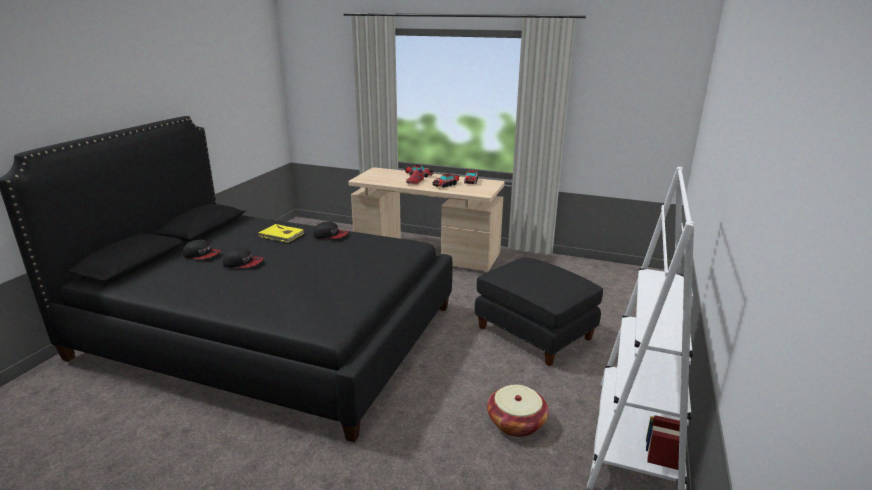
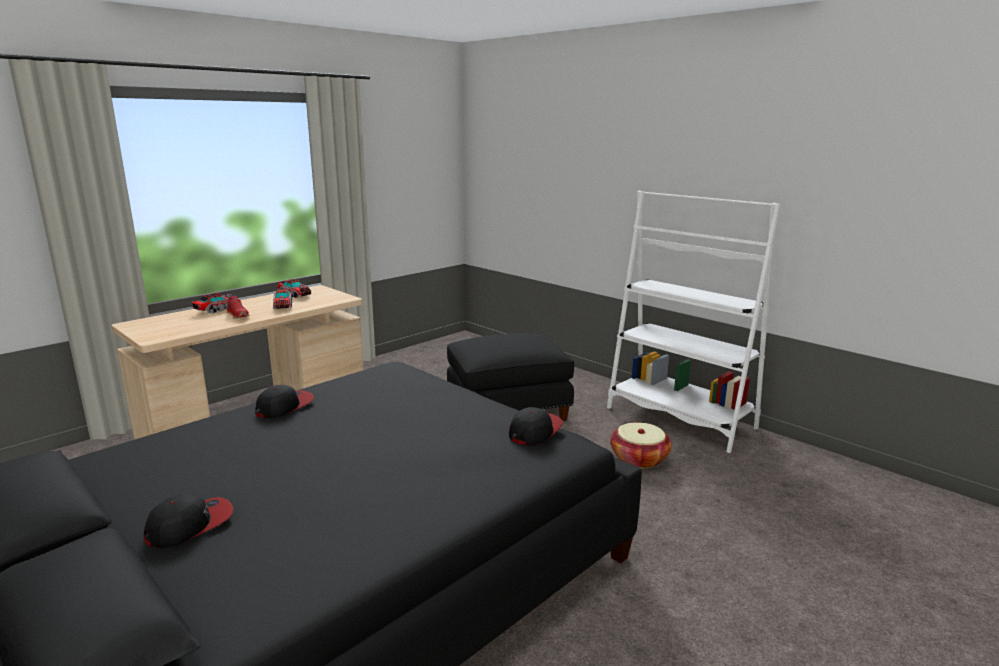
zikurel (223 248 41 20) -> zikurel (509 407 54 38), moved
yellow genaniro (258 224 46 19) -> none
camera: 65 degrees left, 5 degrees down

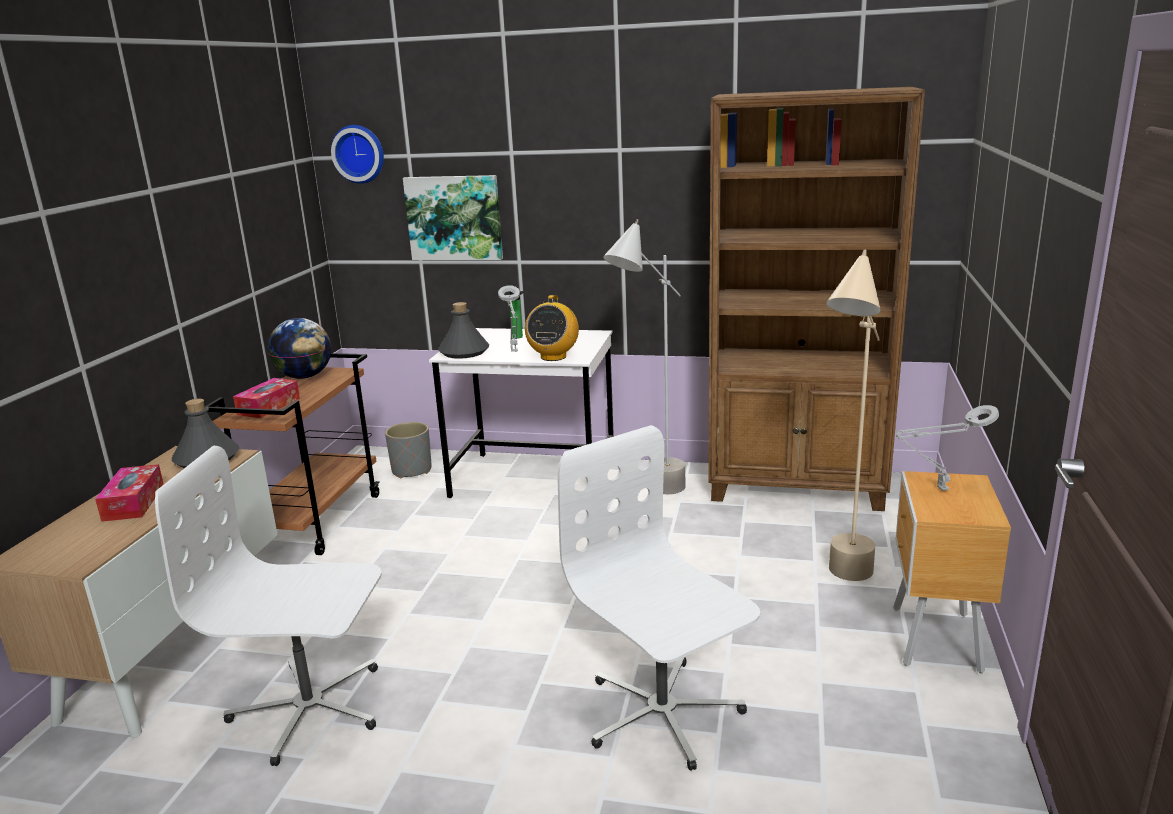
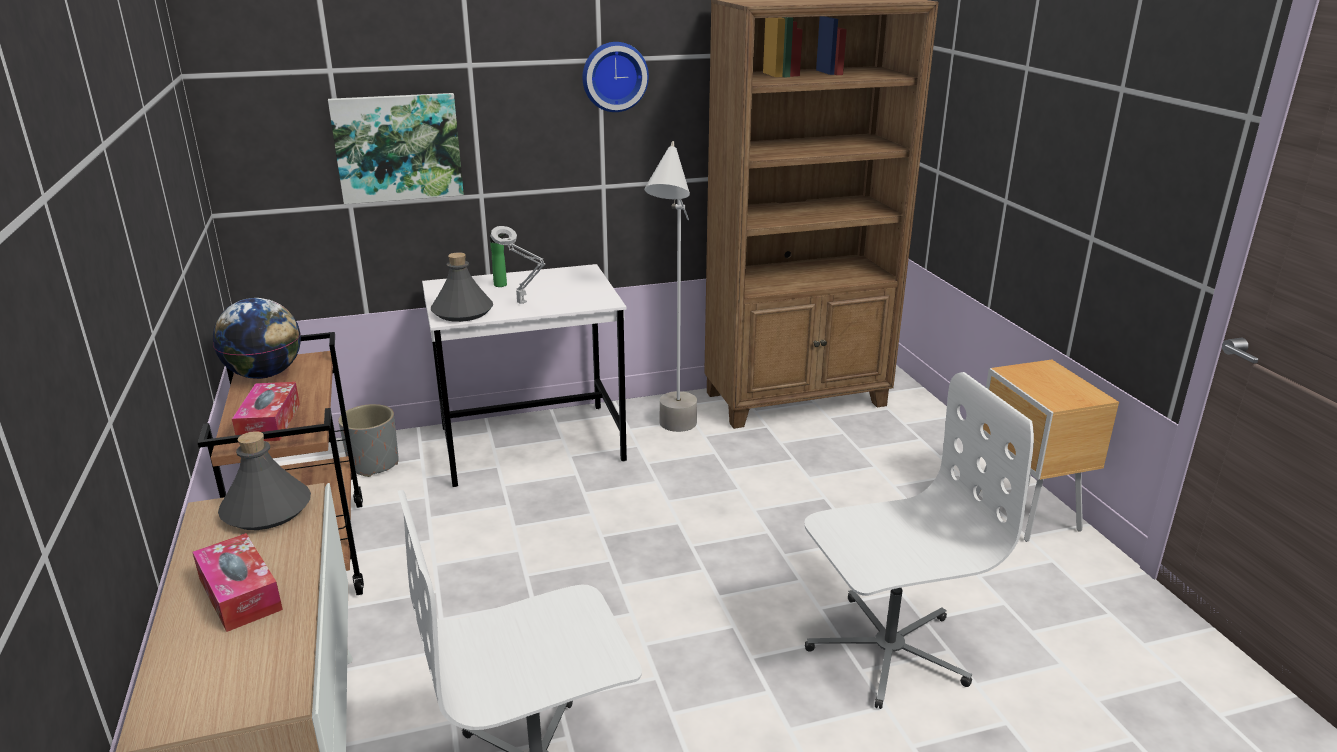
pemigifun (331 125 53 59) -> pemigifun (583 42 66 70), moved
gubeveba (525 295 54 66) -> none
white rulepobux (558 425 202 346) -> white rulepobux (804 372 230 337), 135 degrees clockwise
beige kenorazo (826 250 55 331) -> none
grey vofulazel (896 405 103 86) -> none
camera: 30 degrees left, 5 degrees up

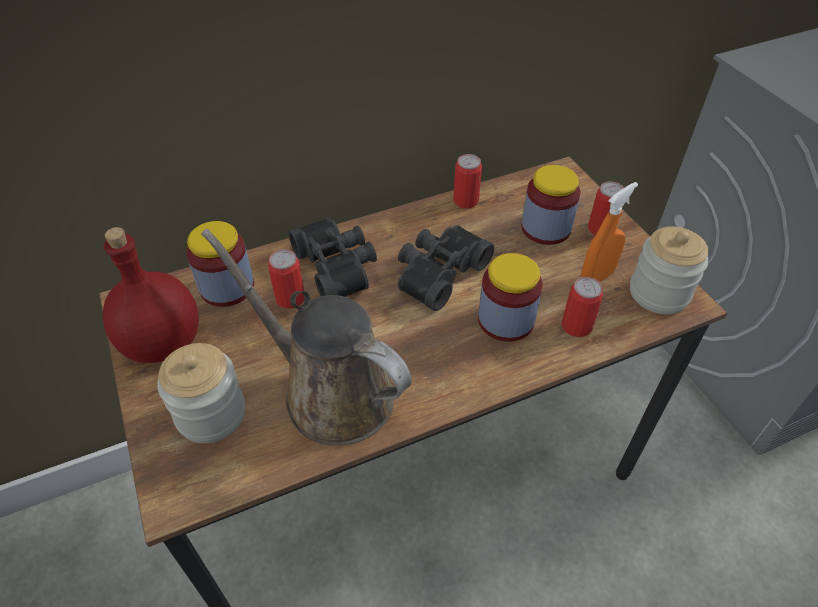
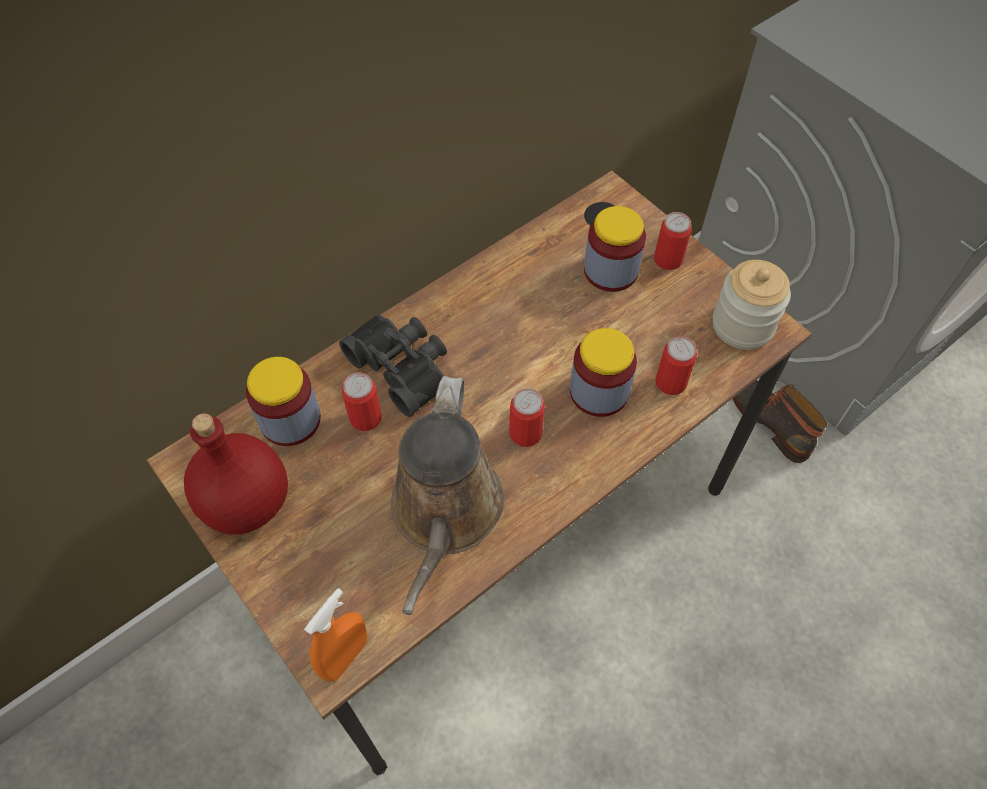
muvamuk (157 343 88 100) -> none
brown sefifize (201 229 211 217) -> brown sefifize (391 376 113 239), 105 degrees counterclockwise
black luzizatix (398 225 96 86) -> none
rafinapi (453 154 29 54) -> rafinapi (509 388 36 59), moved
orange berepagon (581 182 57 100) -> orange berepagon (304 588 63 94), moved
none -> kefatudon (733 380 94 83)
camera: 15 degrees left, 10 degrees up

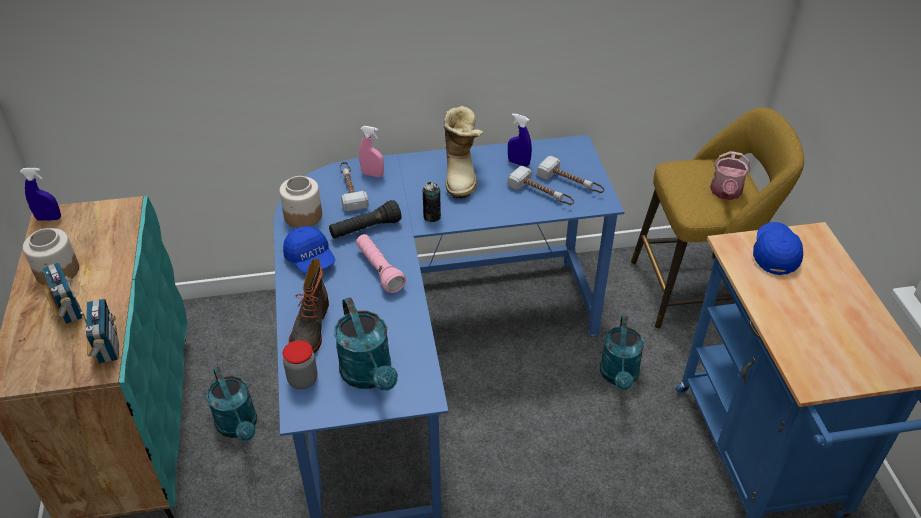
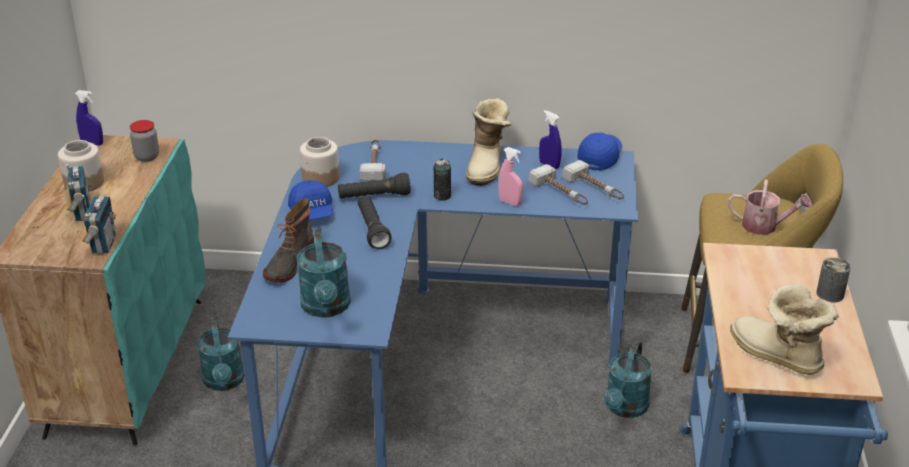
muvamuk (283 340 34 49) -> muvamuk (130 120 29 42), moved
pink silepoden (356 234 50 59) -> black silepoden (358 196 34 53)
pink berepagon (359 126 25 51) -> pink berepagon (498 147 25 59), moved
sefifize (710 151 40 49) -> sefifize (728 180 84 55), 105 degrees counterclockwise
blue zikurel (753 222 50 53) -> blue zikurel (577 133 45 38), moved
none -> kefatudon (730 284 109 91)
none -> rafinapi (816 258 35 45)
camera: 15 degrees right, 10 degrees down

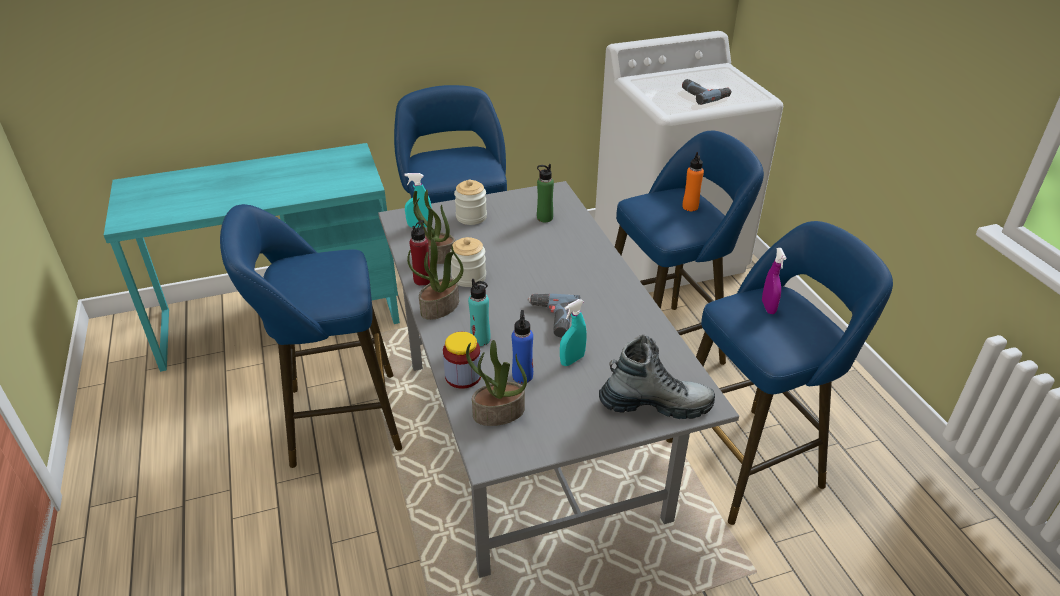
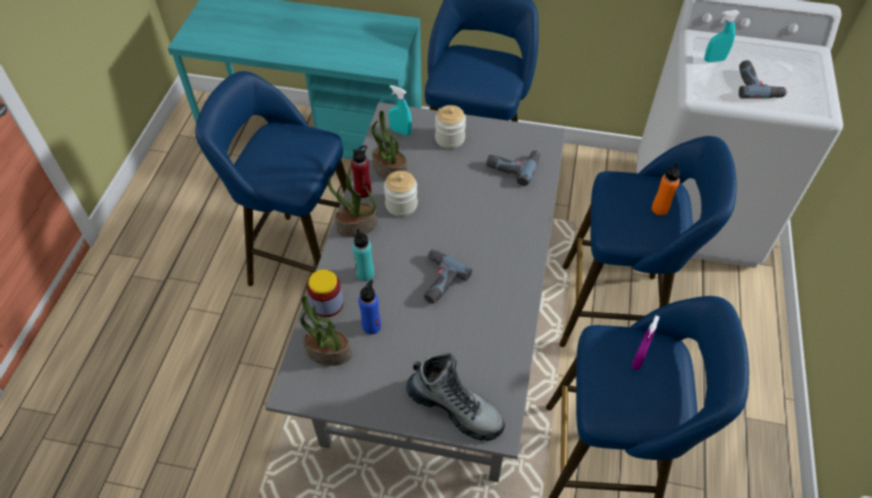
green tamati (537 164 17 58) -> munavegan (486 150 54 36)
turquoise berepagon (560 299 27 67) -> turquoise berepagon (704 10 36 52), moved
camera: 30 degrees right, 15 degrees up

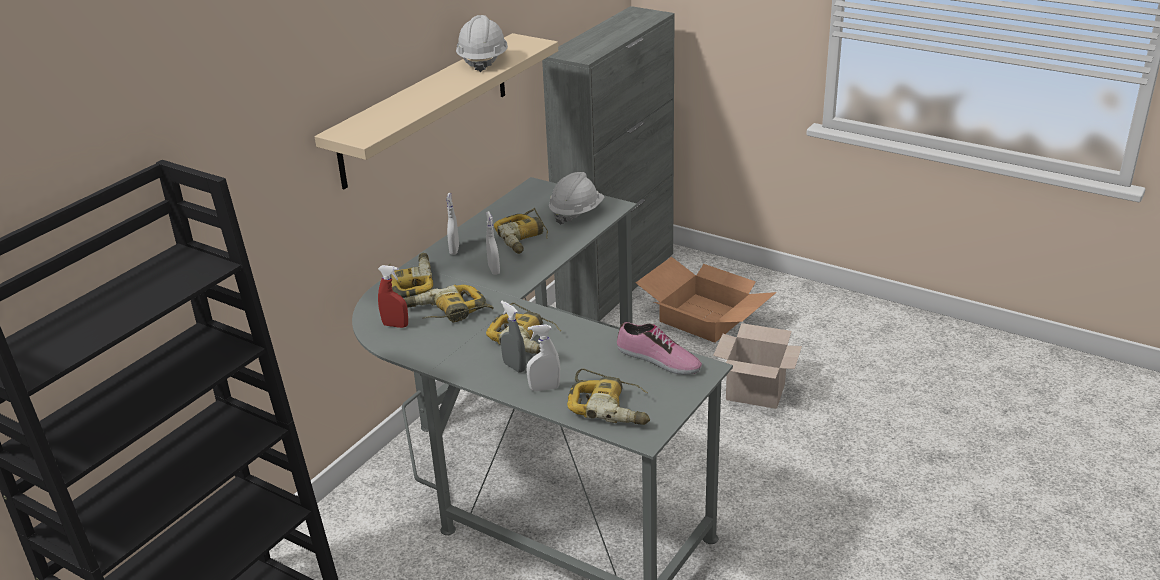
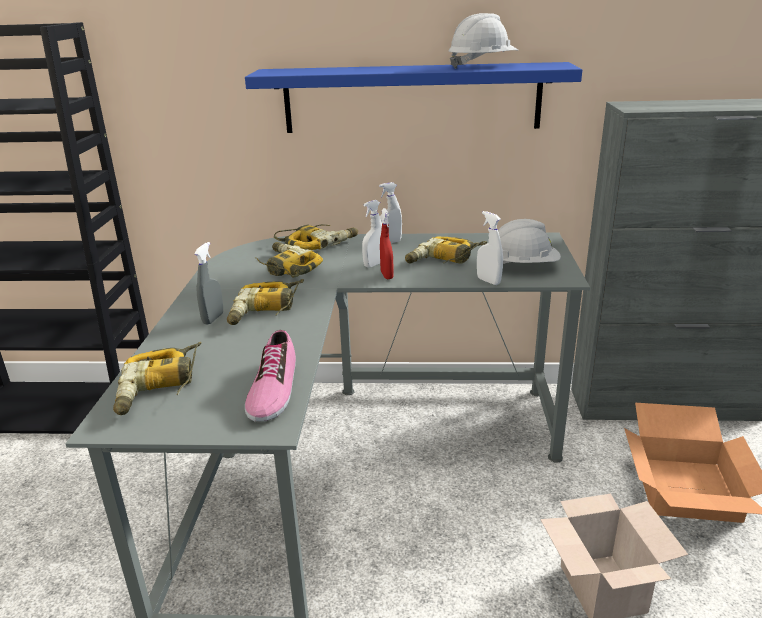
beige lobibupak (315 33 243 156) -> blue lobibupak (245 62 337 71)
red berepagon (378 265 30 63) -> red berepagon (380 208 14 71), moved
white berepagon (526 324 34 67) -> white berepagon (477 211 26 74), moved
camera: 60 degrees right, 5 degrees down

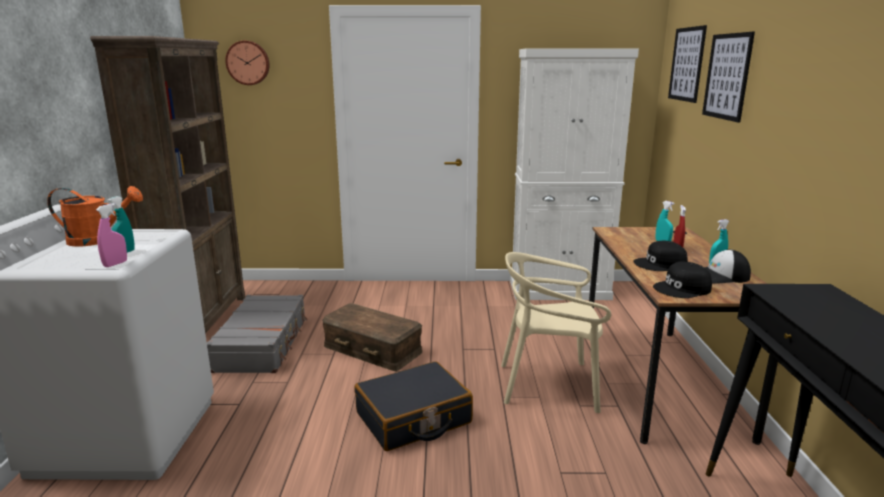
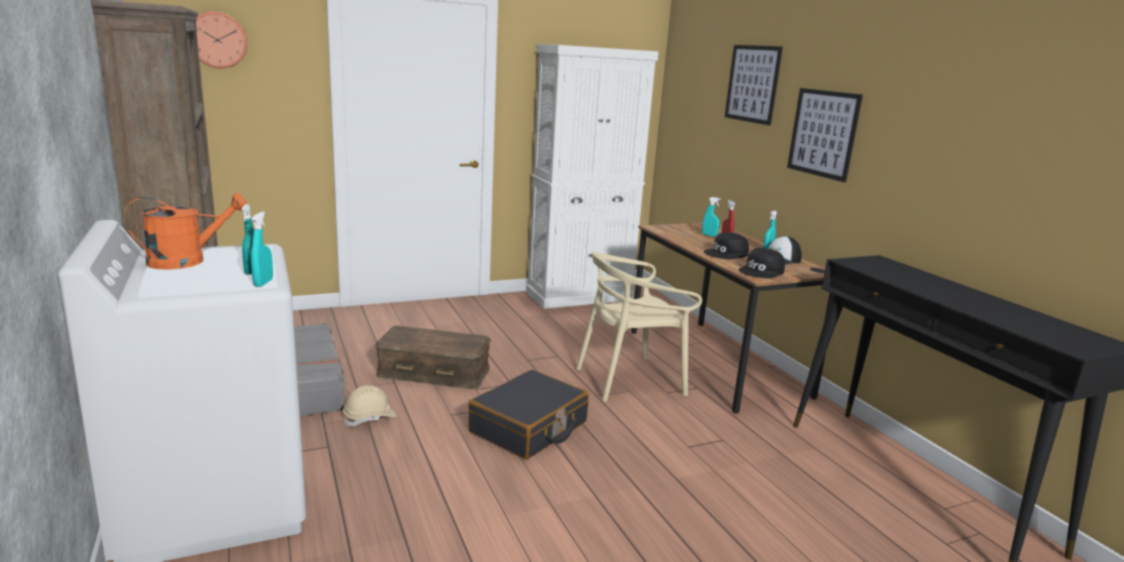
pink berepagon (96 203 31 64) -> turquoise berepagon (251 211 22 76)
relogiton (668 25 39 78) -> relogiton (787 88 76 94), moved
none -> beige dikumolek (343 385 54 41)
camera: 25 degrees left, 0 degrees up

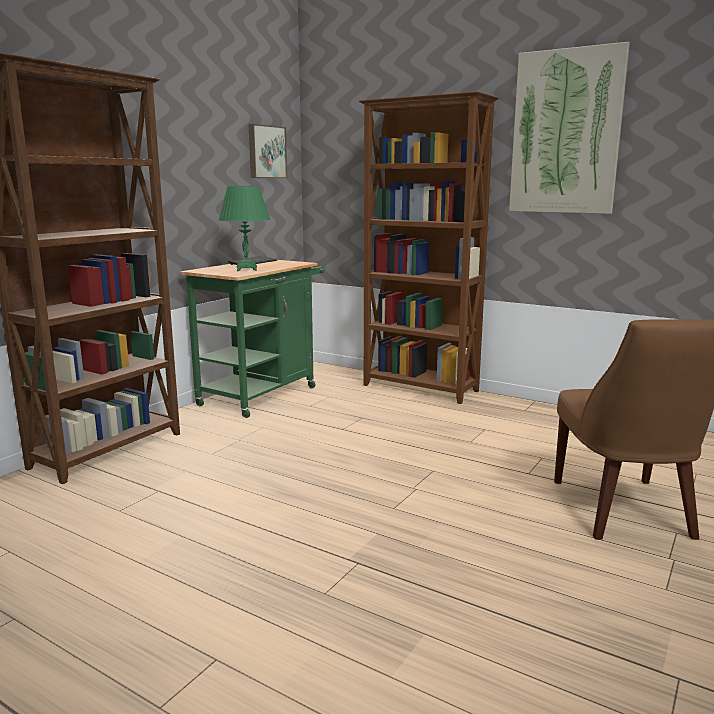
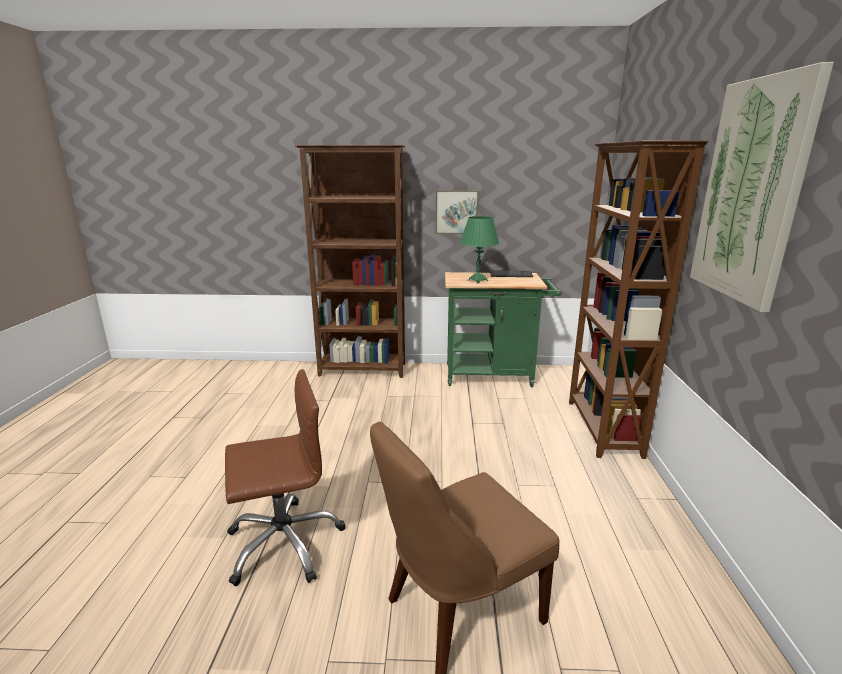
relogiton (248 124 39 54) -> relogiton (436 190 43 44), moved
none -> brown rulepobux (225 369 120 217)
camera: 60 degrees right, 5 degrees up

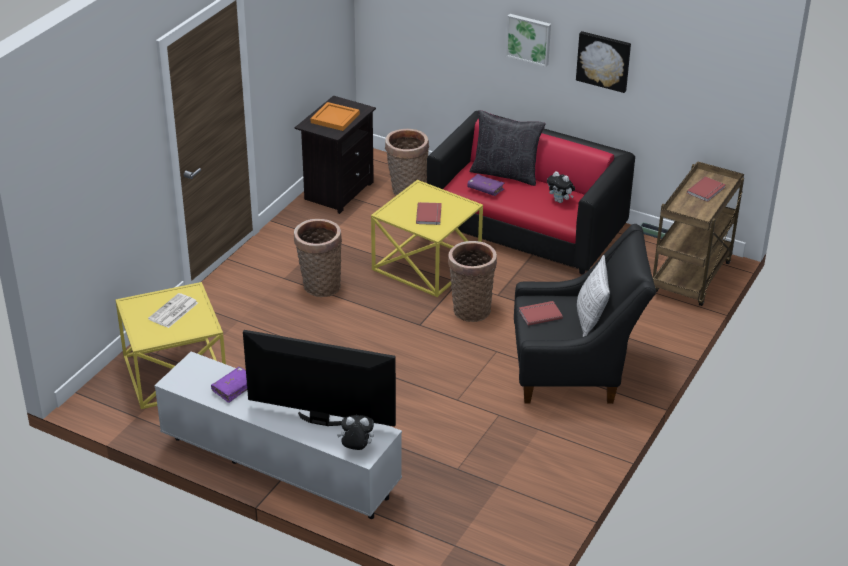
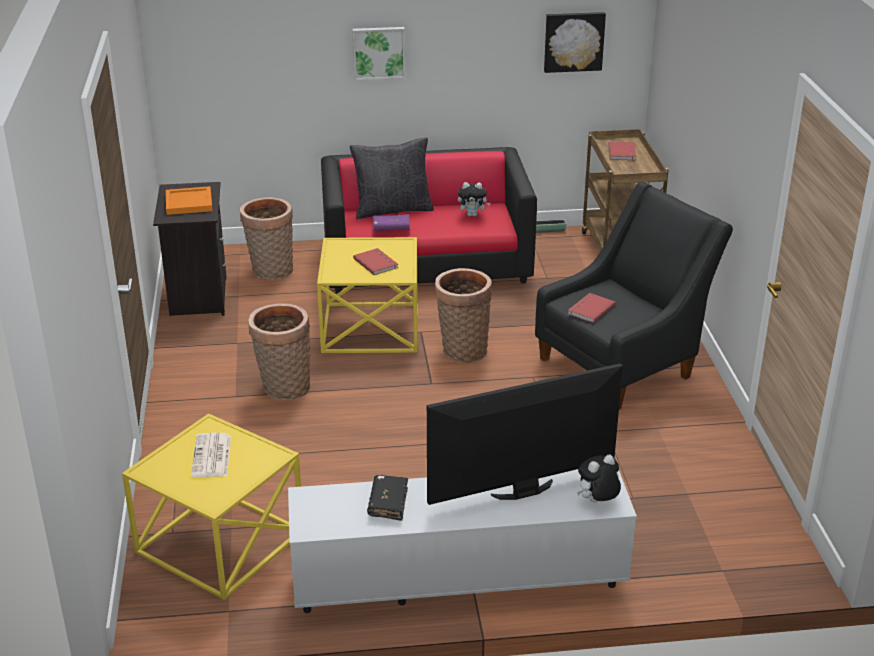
purple genaniro (211 367 36 36) -> black genaniro (367 475 41 46)
relogiton (576 31 55 62) -> relogiton (544 12 62 61), moved
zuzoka (577 255 33 82) -> none
camera: 35 degrees left, 5 degrees down

